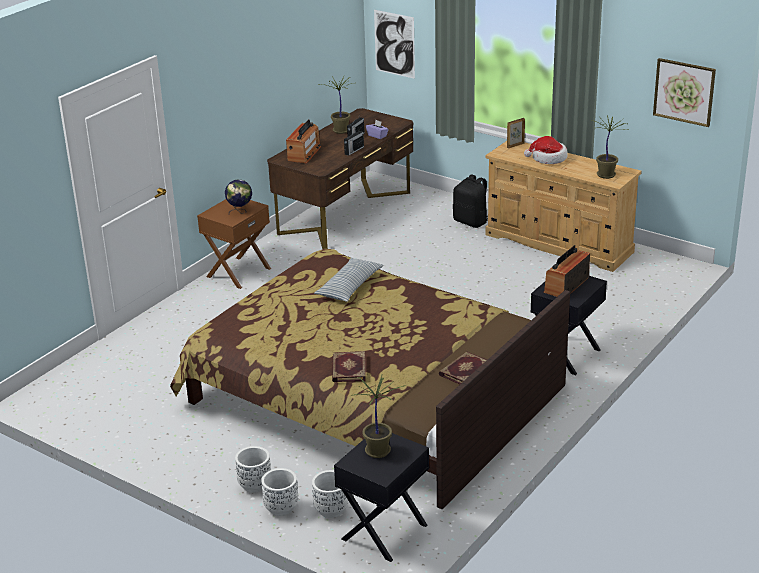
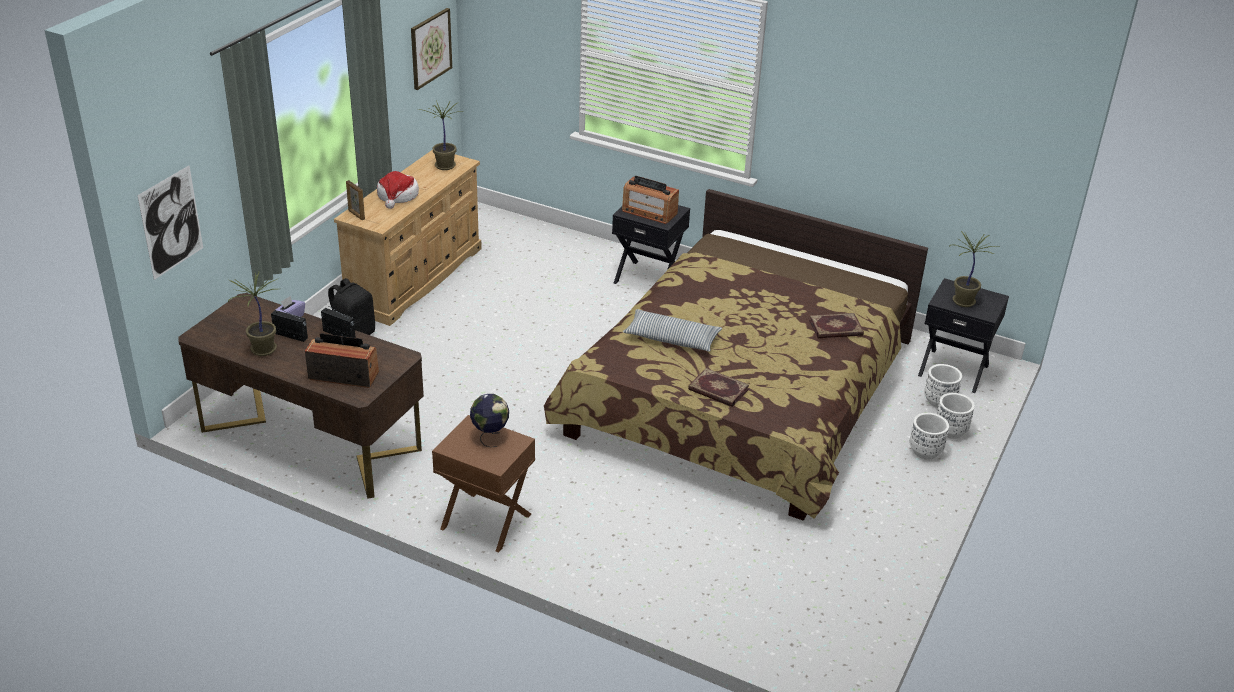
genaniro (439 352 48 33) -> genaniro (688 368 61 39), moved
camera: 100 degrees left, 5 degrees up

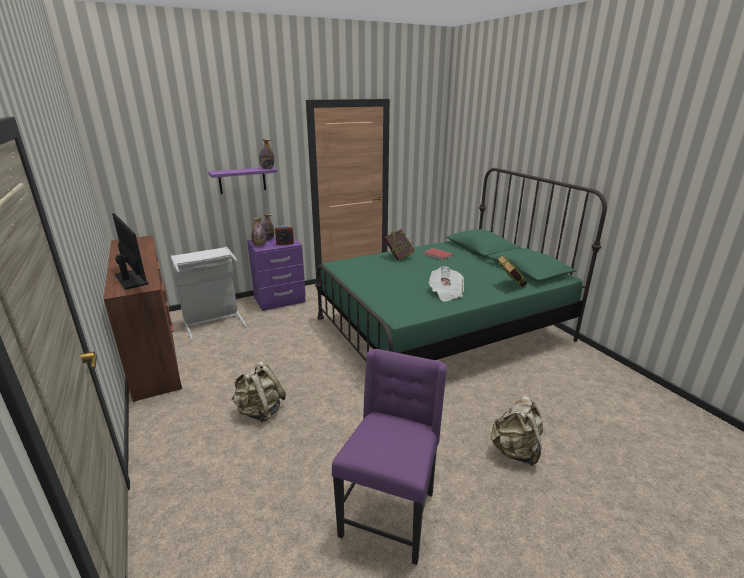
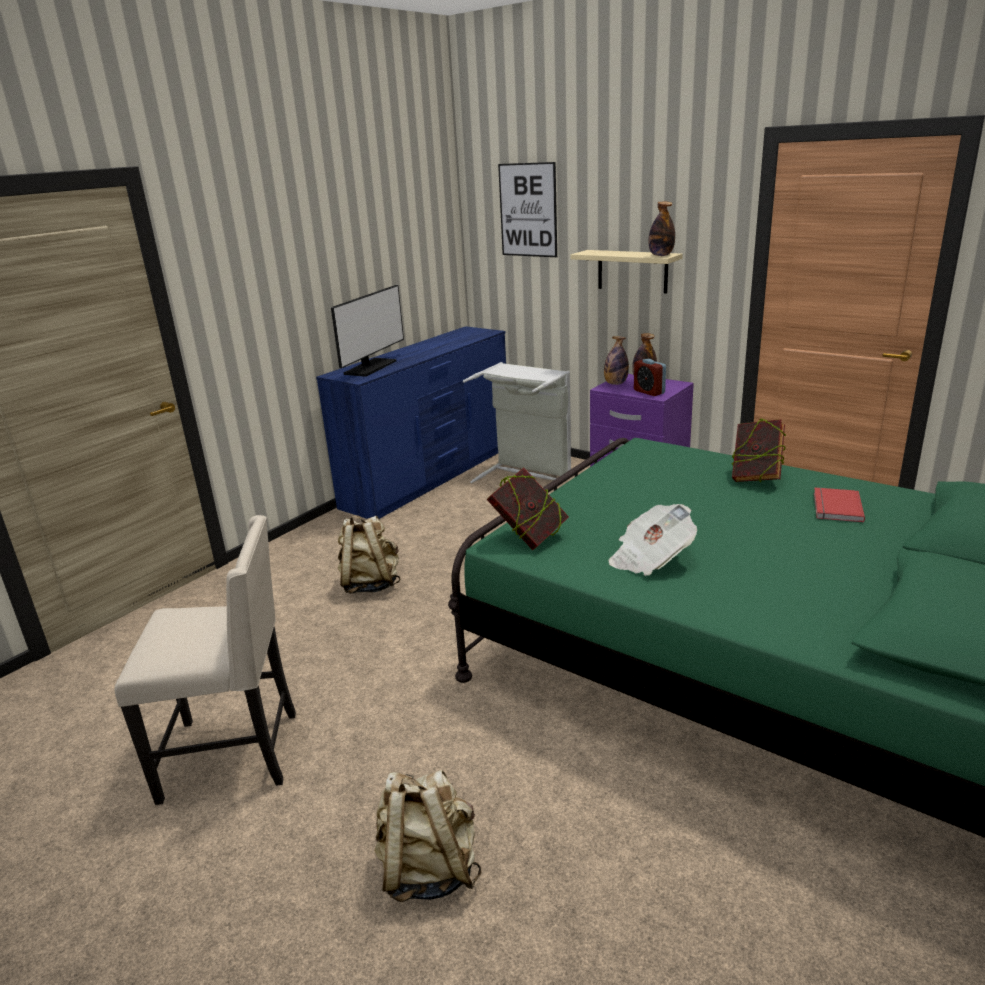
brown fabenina (104 235 78 167) -> blue fabenina (316 326 190 193)
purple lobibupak (208 167 69 27) -> beige lobibupak (571 250 112 44)
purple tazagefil (332 349 115 216) -> beige tazagefil (115 515 181 290)
genaniro (498 255 29 32) -> genaniro (487 468 82 82), moved
none -> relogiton (498 162 59 95)
camera: 65 degrees right, 0 degrees up

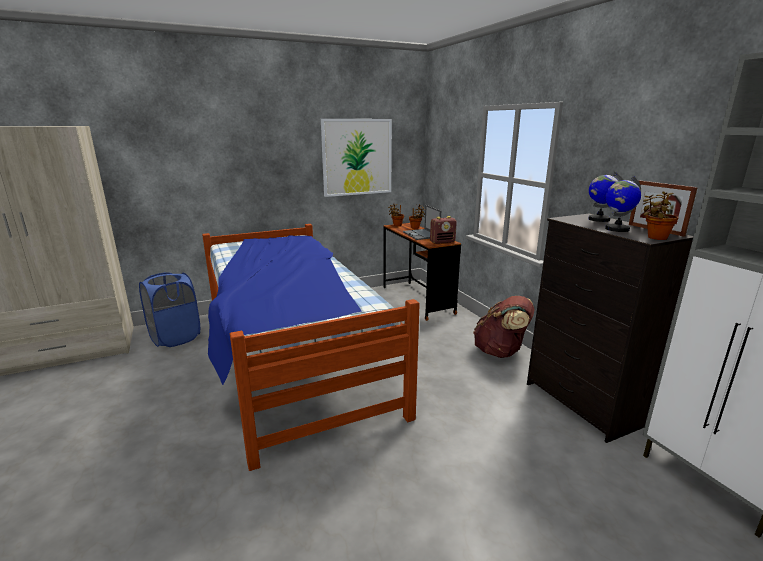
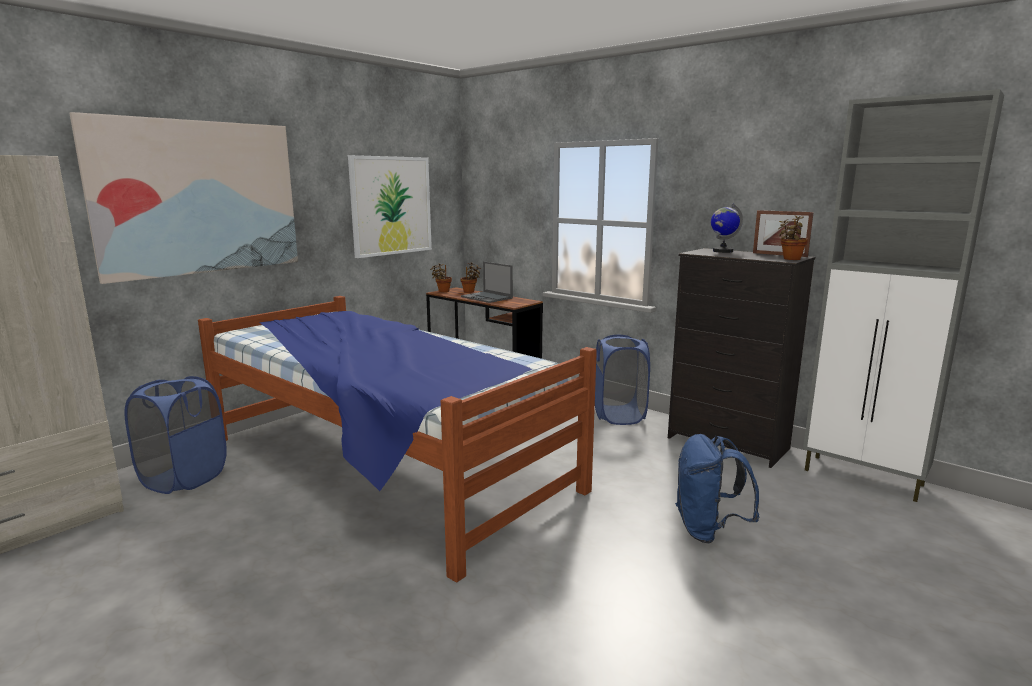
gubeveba (430 216 27 28) -> none
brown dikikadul (473 296 62 62) -> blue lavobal (595 335 55 90)
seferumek (605 176 36 56) -> none
none -> relogiton (69 112 229 172)
none -> blue dikikadul (675 434 84 109)
camera: 25 degrees left, 5 degrees down

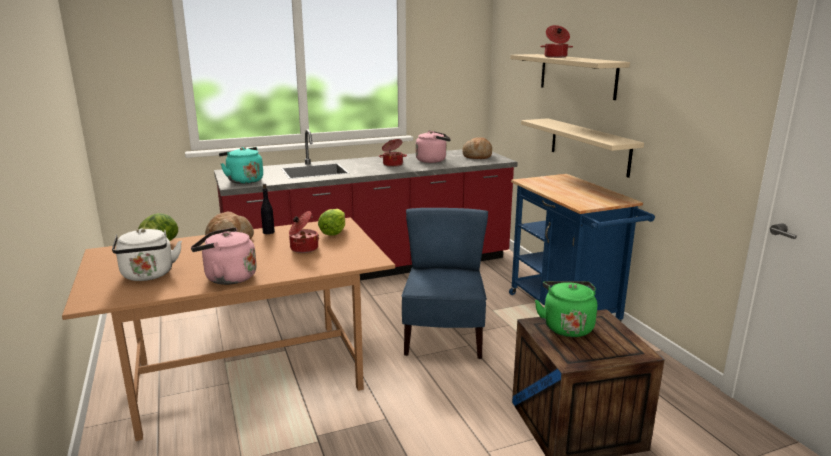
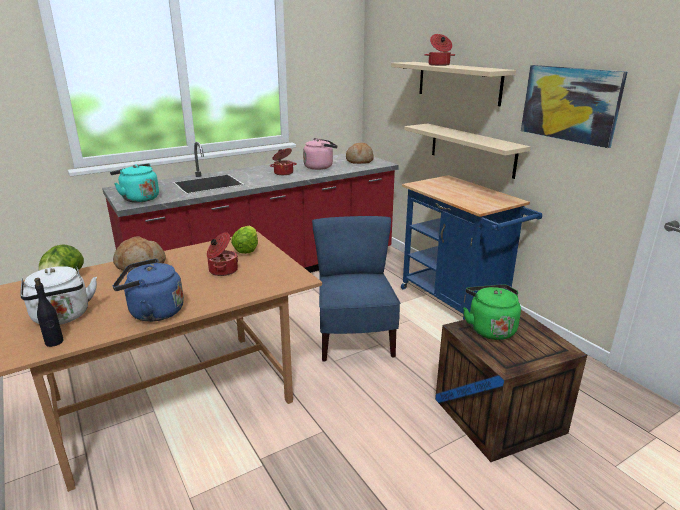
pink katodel (191 227 66 58) -> blue katodel (113 258 71 64)
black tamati (261 184 14 50) -> black tamati (34 278 29 69), moved
none -> relogiton (521 65 106 83)
camera: 10 degrees left, 5 degrees up

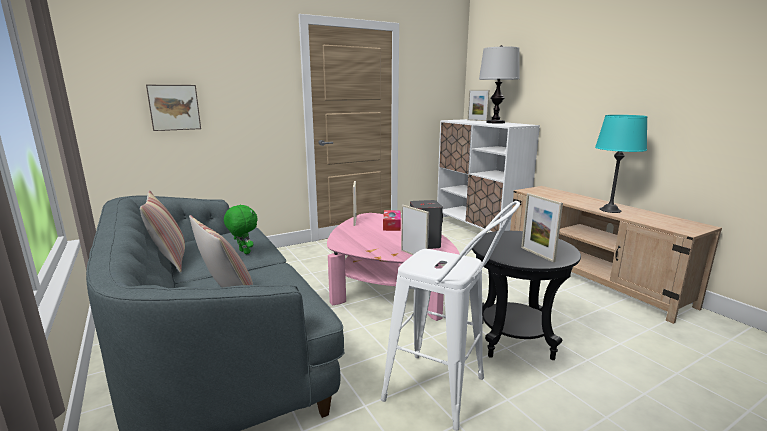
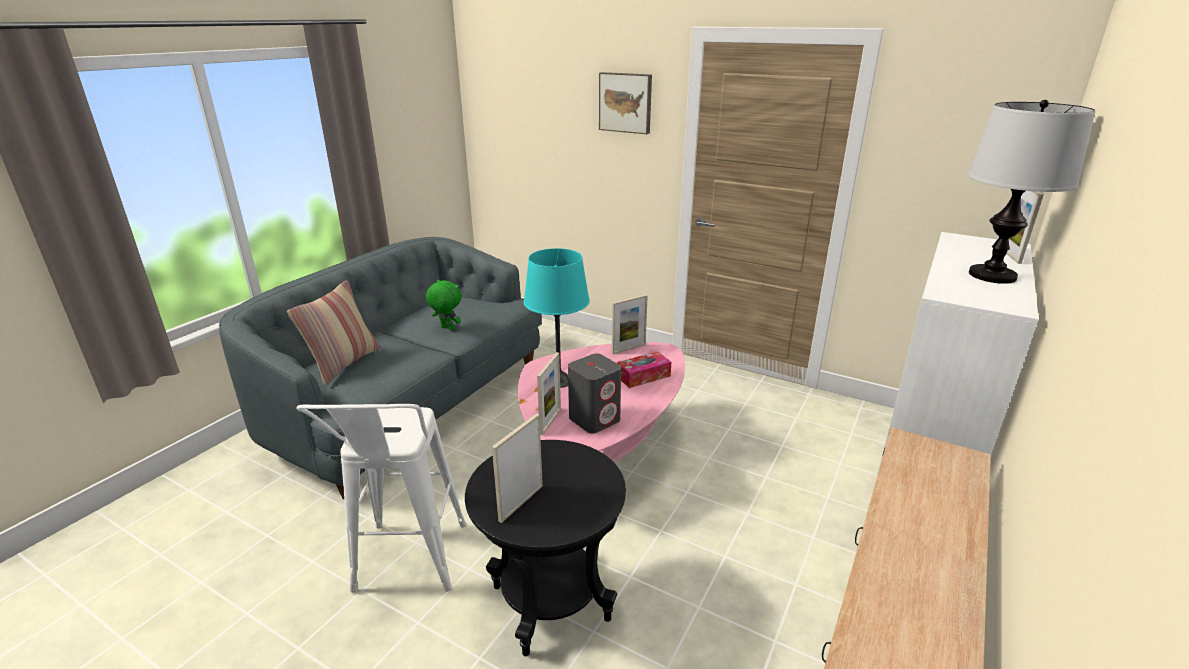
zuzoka (140 190 45 83) -> none
relogiton (146 85 55 46) -> relogiton (599 72 53 62), moved
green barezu (224 204 34 50) -> green barezu (426 279 36 52), 75 degrees counterclockwise
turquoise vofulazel (595 115 52 98) -> turquoise vofulazel (524 248 66 140), moved
camera: 60 degrees right, 10 degrees up

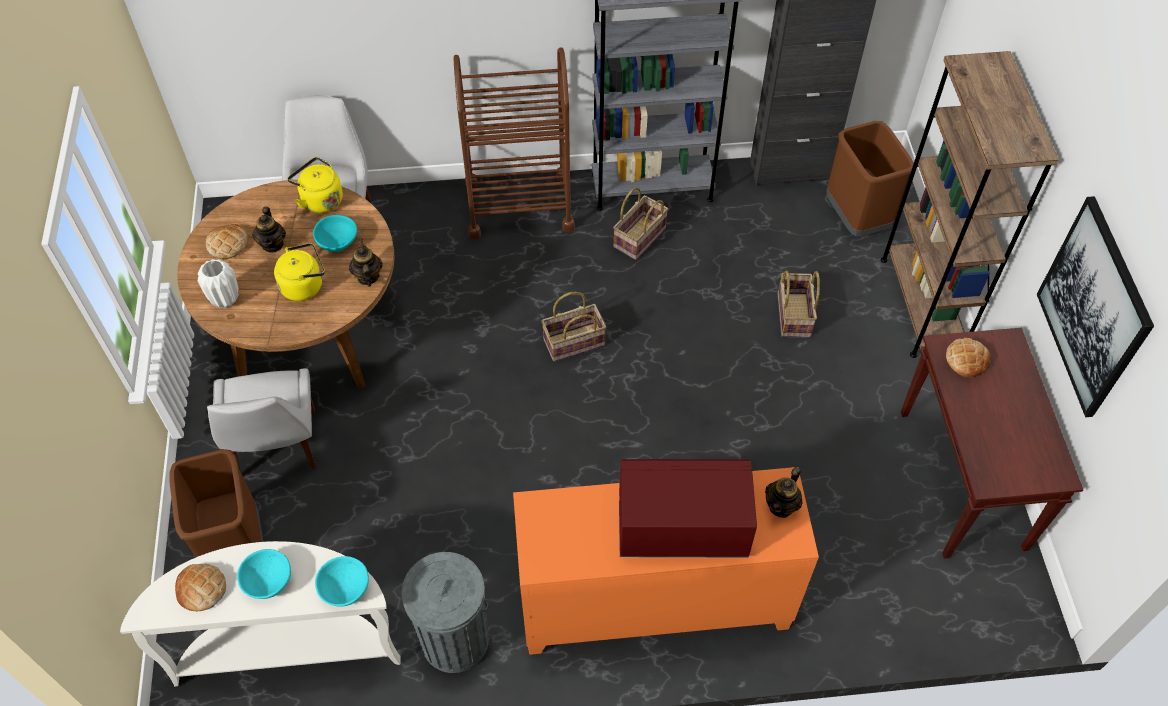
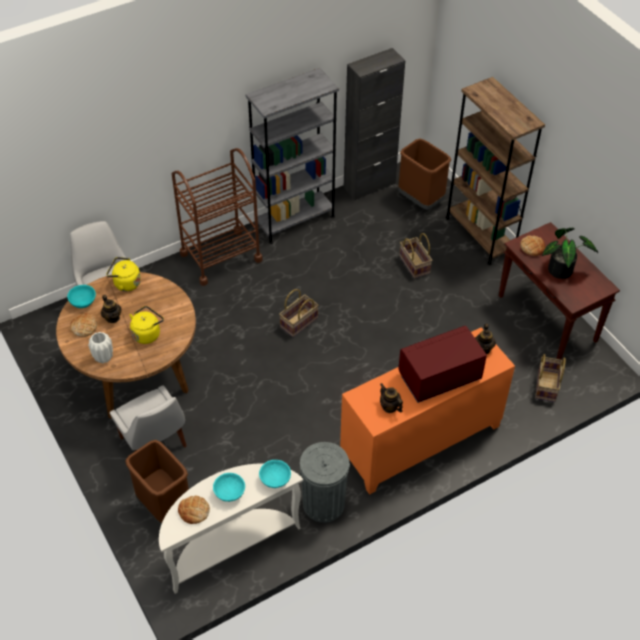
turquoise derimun (313 215 44 37) -> turquoise derimun (67 285 29 23), moved
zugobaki (349 239 34 48) -> zugobaki (380 383 23 30), moved
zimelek (613 187 55 73) -> zimelek (535 354 31 48), moved
relogiton (1037 196 117 221) -> none
none -> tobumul (542 228 56 51)
camera: 25 degrees left, 5 degrees down

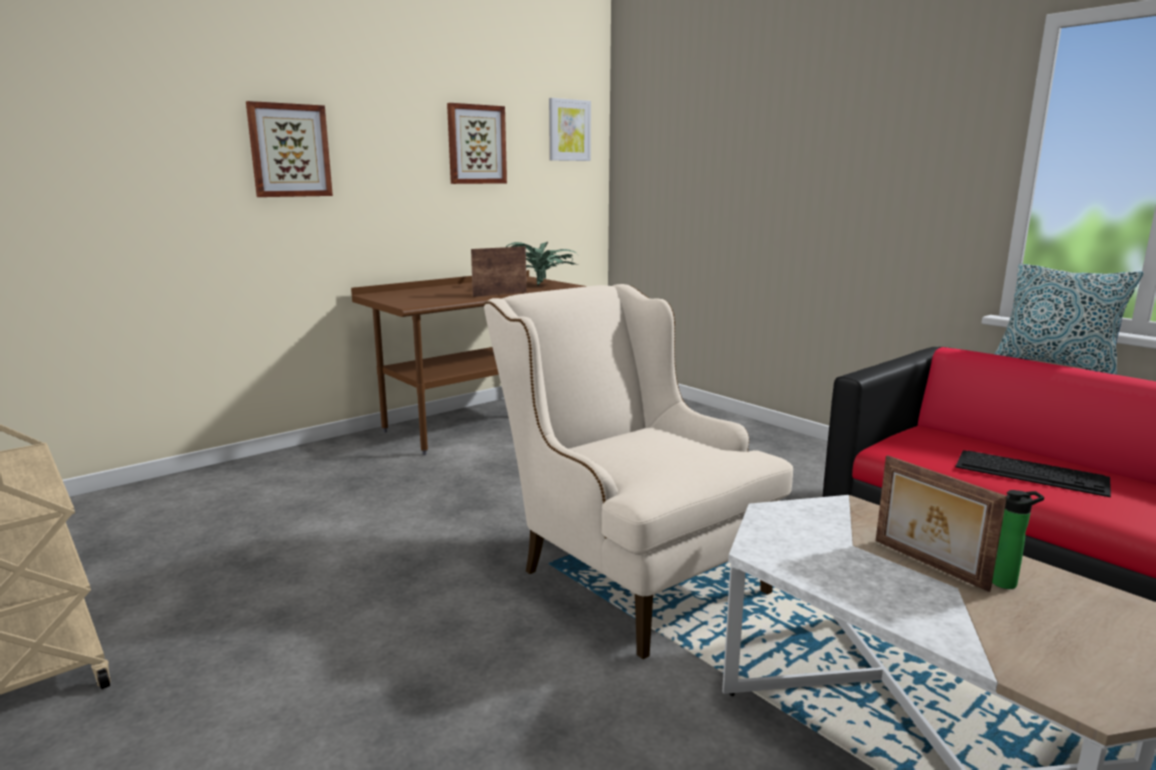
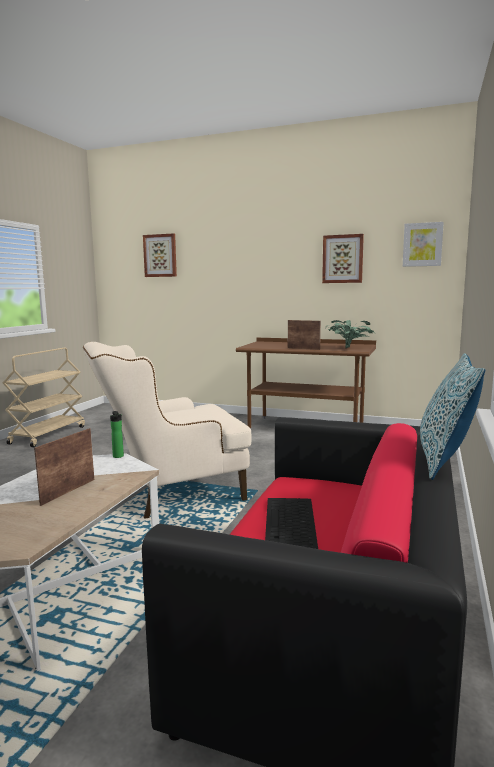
relogiton (246 101 87 96) -> relogiton (143 233 34 44), moved
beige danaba (484 284 309 375) -> beige danaba (83 342 168 177), 135 degrees counterclockwise
tamati (992 490 52 99) -> tamati (110 411 14 47), moved
camera: 60 degrees right, 5 degrees down

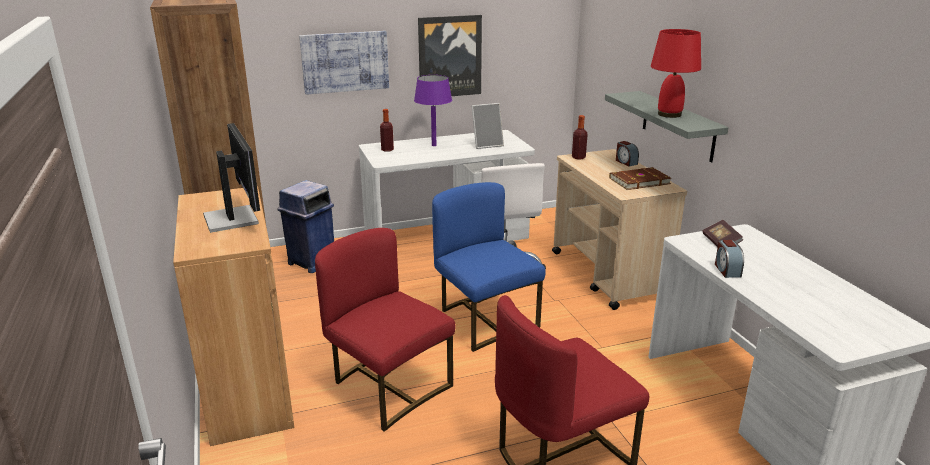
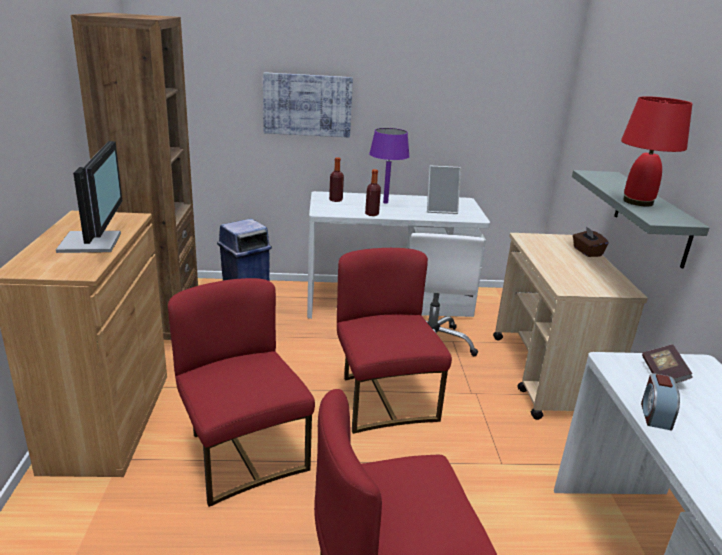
relogiton (418 15 64 81) -> none
blue tazagefil (432 182 114 170) -> red tazagefil (337 248 115 186)
tamati (572 115 16 45) -> tamati (365 169 16 47), moved
brown genaniro (609 167 62 23) -> none
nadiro (616 141 23 25) -> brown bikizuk (573 226 36 31)
camera: 15 degrees right, 0 degrees up

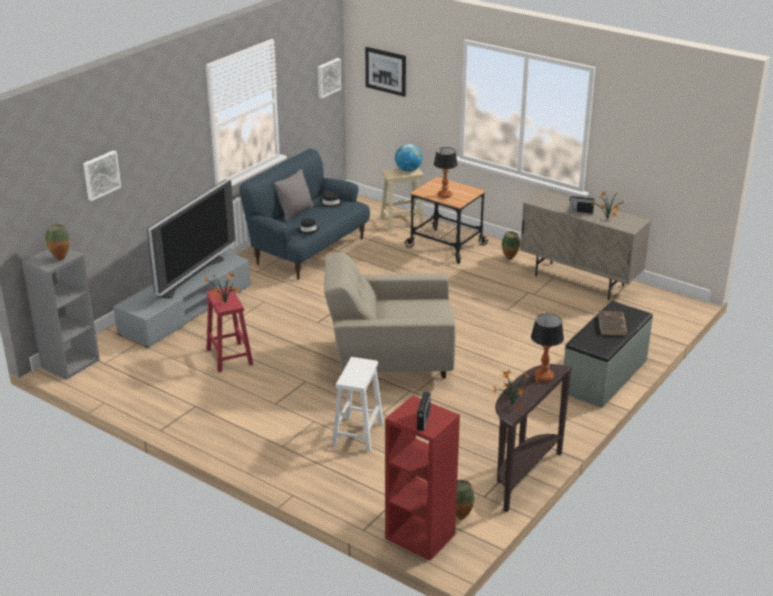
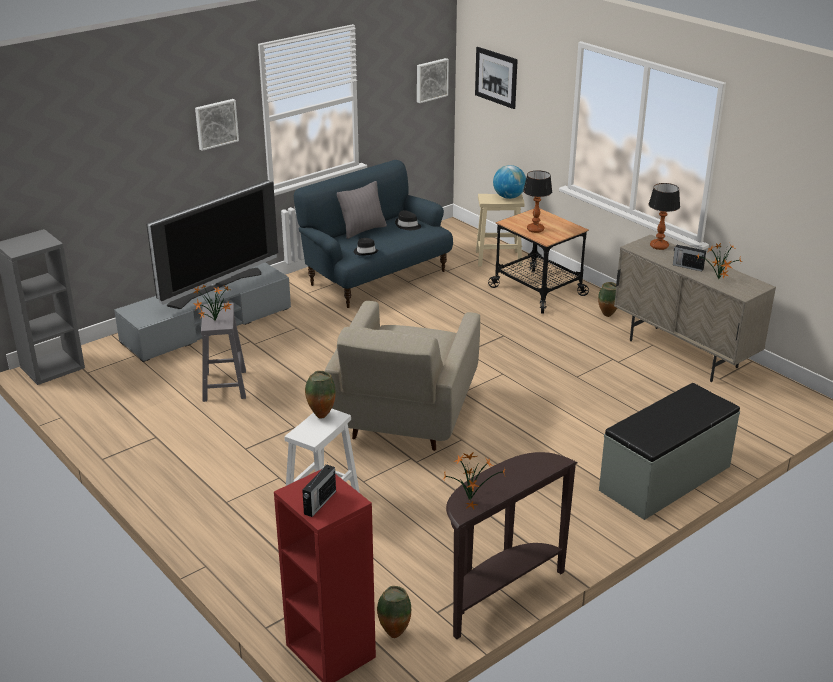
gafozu (45 224 24 36) -> gafozu (305 371 31 48), moved
relogiton (83 150 38 51) -> relogiton (195 99 44 52), moved
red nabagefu (206 286 47 87) -> grey nabagefu (201 303 45 99)
beige danaba (324 252 132 126) -> beige danaba (325 301 155 150), 90 degrees counterclockwise
vofulazel (531 314 33 68) -> vofulazel (649 183 31 67), moved
brown genaniro (598 311 29 25) -> none
camera: 15 degrees right, 0 degrees up

